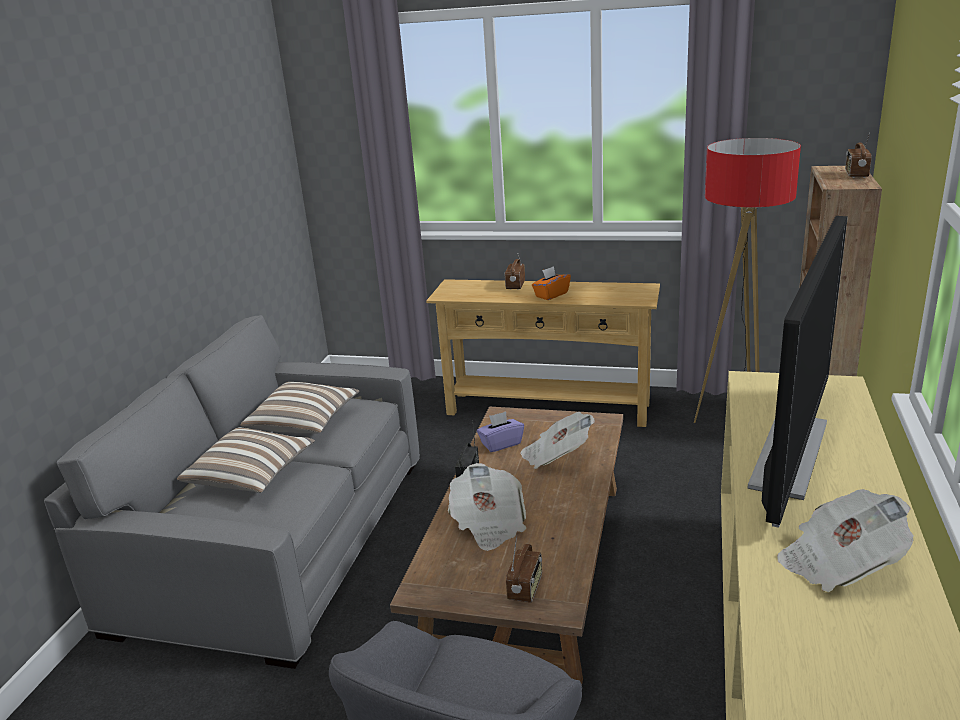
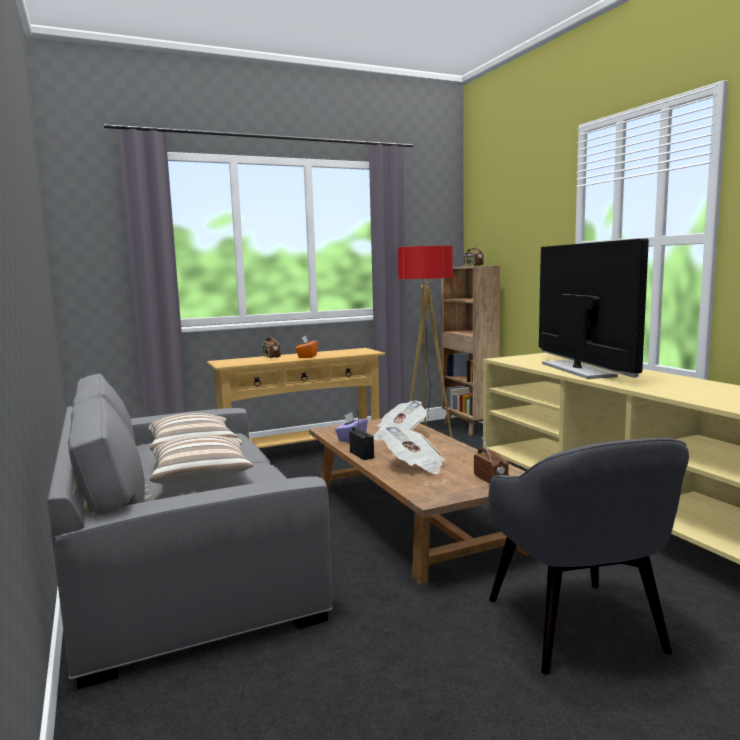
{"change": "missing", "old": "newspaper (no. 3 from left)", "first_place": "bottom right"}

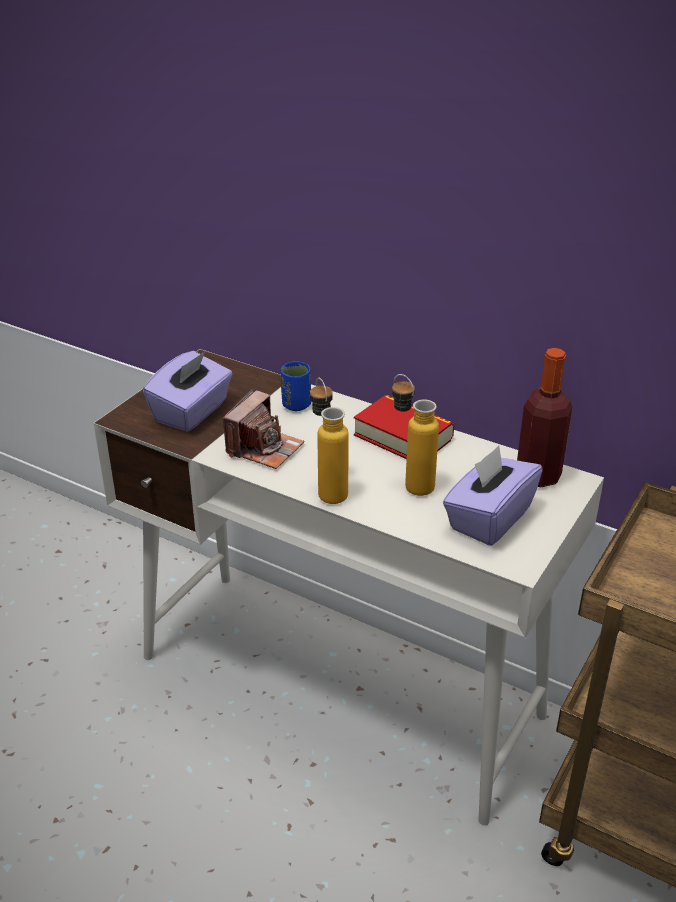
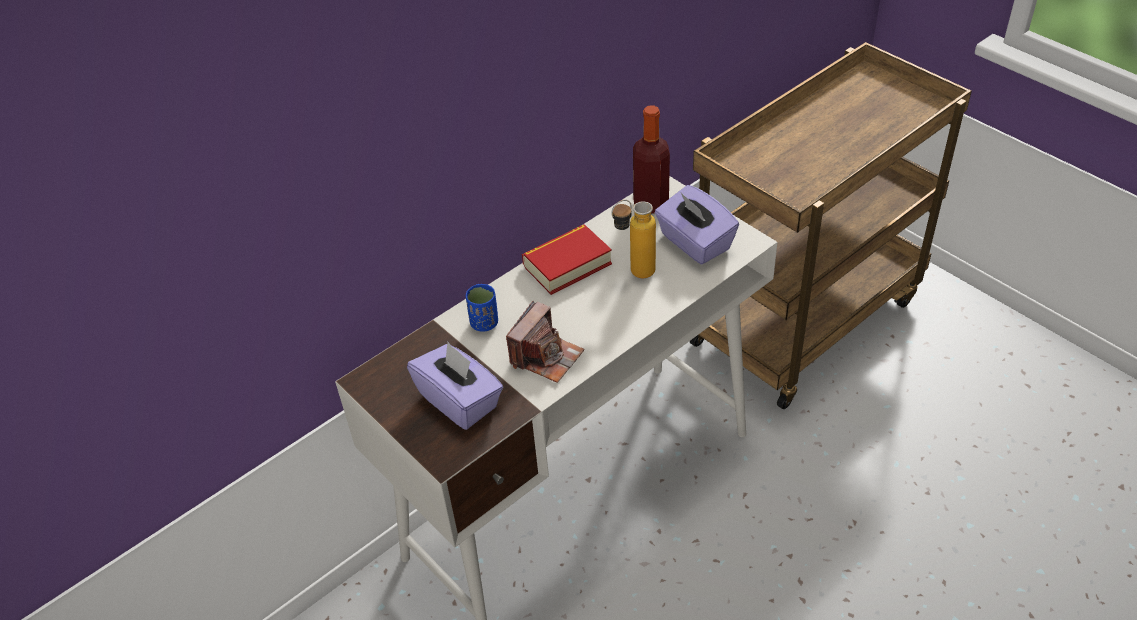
{"change": "missing", "old": "bottle (no. 1 from left)", "first_place": "centre"}
{"change": "spun", "old": "photo camera", "first_place": "centre", "second_place": "centre", "degrees": 75}

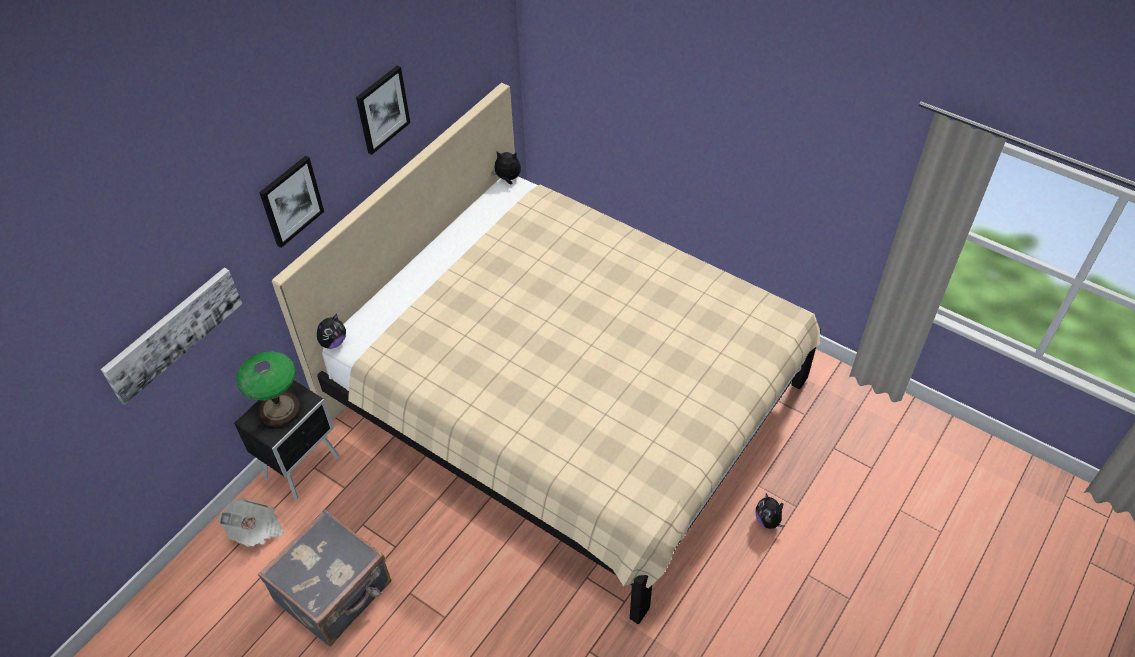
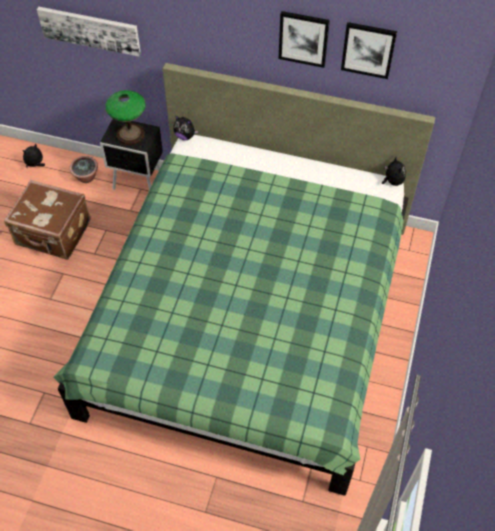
{"change": "relocated", "old": "picture (no. 2 from left in the first image)", "new": "picture (no. 3 from left)", "first_place": "top left", "second_place": "top right"}
{"change": "relocated", "old": "plush toy (no. 3 from left in the first image)", "new": "plush toy (no. 1 from left)", "first_place": "bottom right", "second_place": "top left"}
{"change": "exchanged", "old": "newspaper", "new": "potted plant", "first_place": "bottom left", "second_place": "top left"}
{"change": "colour", "old": "grey suitcase", "new": "brown suitcase", "first_place": "bottom left", "second_place": "middle left"}
{"change": "colour", "old": "beige bed", "new": "green bed", "first_place": "centre", "second_place": "centre"}

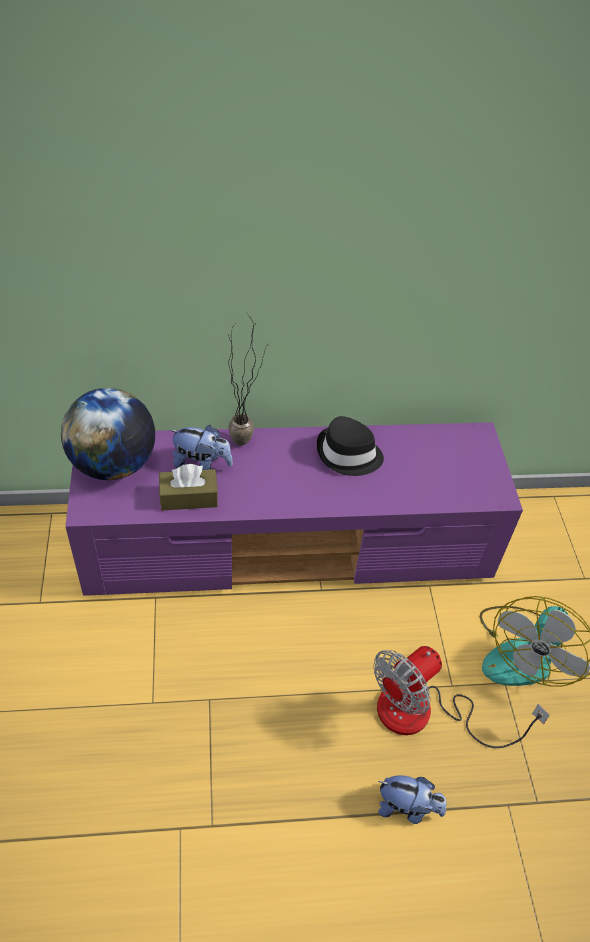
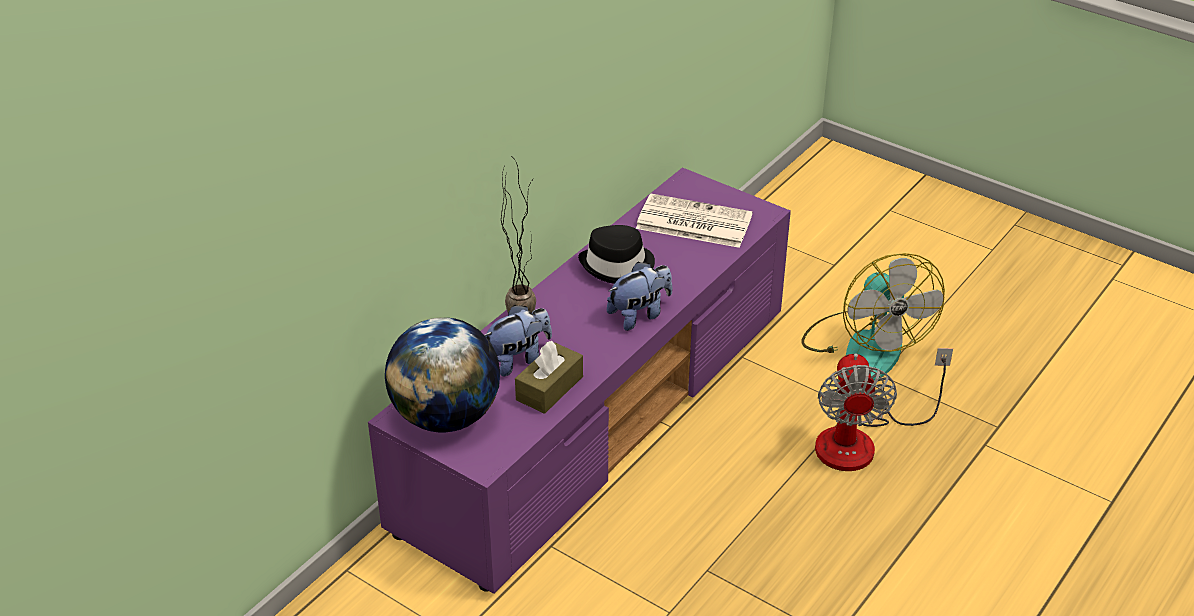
{"change": "appeared", "new": "newspaper", "second_place": "centre"}
{"change": "relocated", "old": "plush toy (no. 2 from left)", "first_place": "bottom right", "second_place": "centre"}

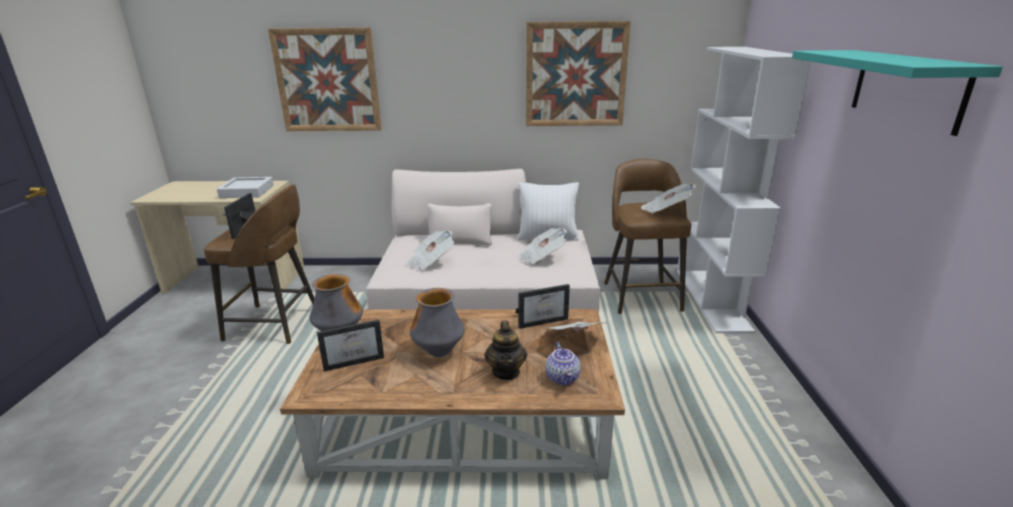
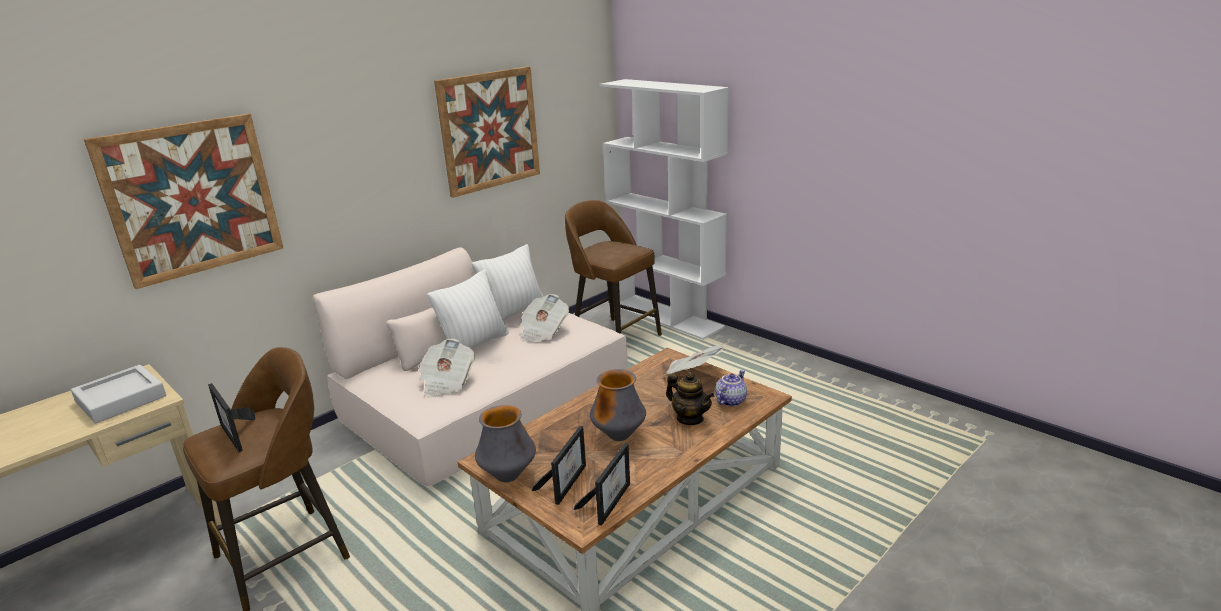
{"change": "missing", "old": "newspaper (no. 4 from left)", "first_place": "centre"}
{"change": "missing", "old": "turquoise shelf", "first_place": "top right"}
{"change": "appeared", "new": "white pillow (no. 1 from left)", "second_place": "centre"}
{"change": "relocated", "old": "picture frame (no. 3 from left)", "first_place": "centre", "second_place": "bottom centre"}
{"change": "spun", "old": "teapot (no. 2 from left)", "first_place": "bottom centre", "second_place": "centre", "degrees": -90}

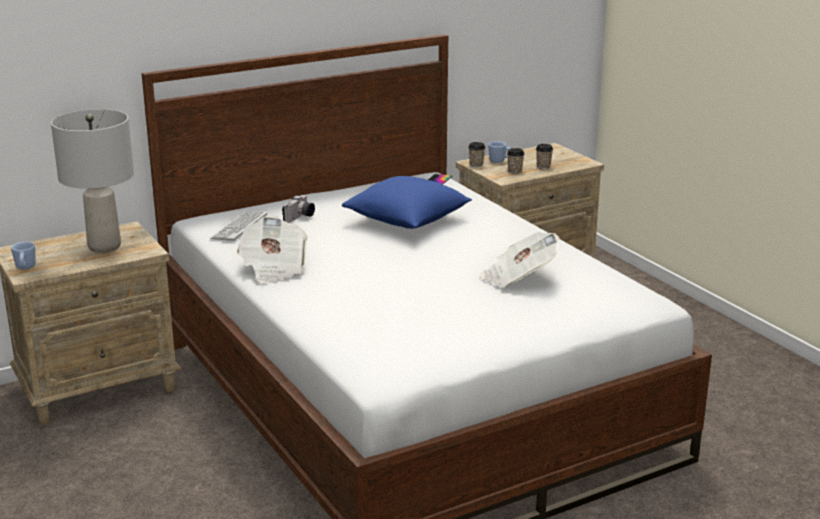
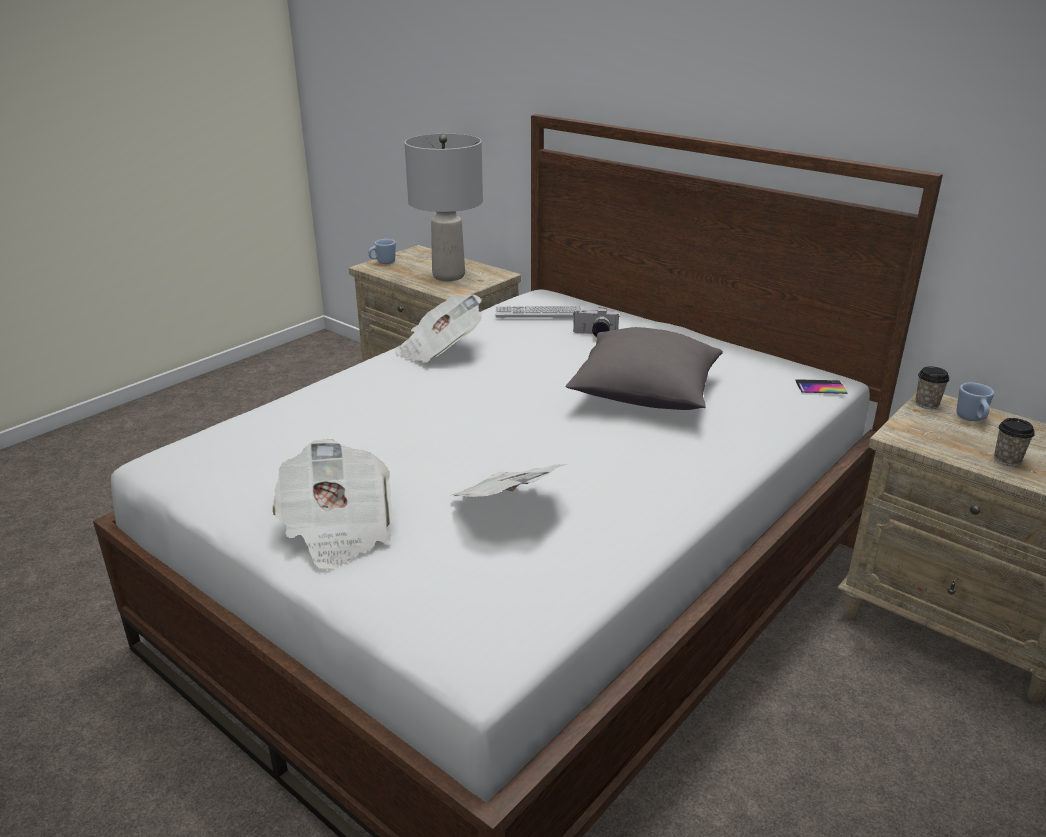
{"change": "missing", "old": "cup (no. 2 from left)", "first_place": "top centre"}
{"change": "appeared", "new": "newspaper (no. 1 from left)", "second_place": "middle left"}
{"change": "colour", "old": "blue pillow", "new": "grey pillow", "first_place": "centre", "second_place": "centre"}

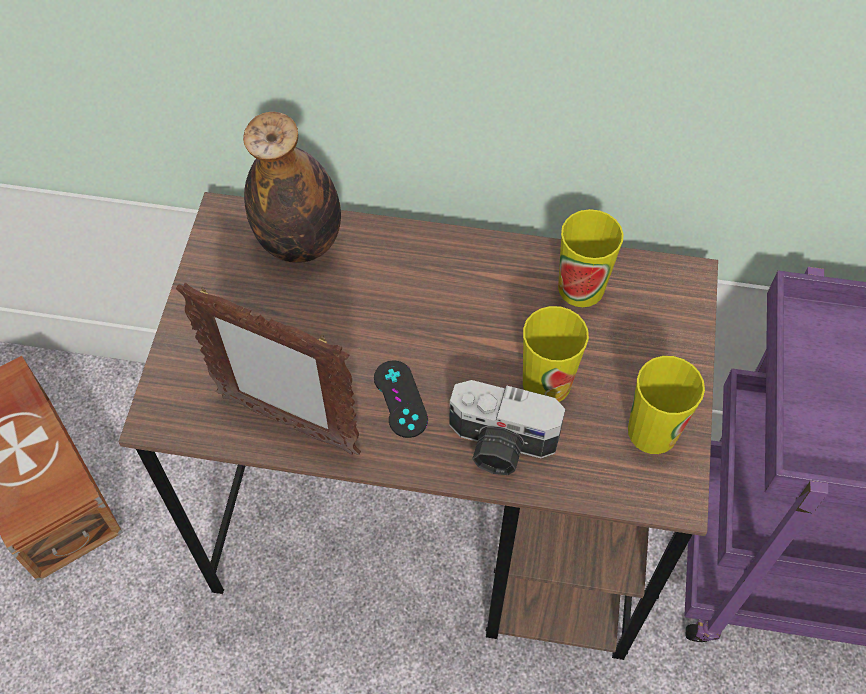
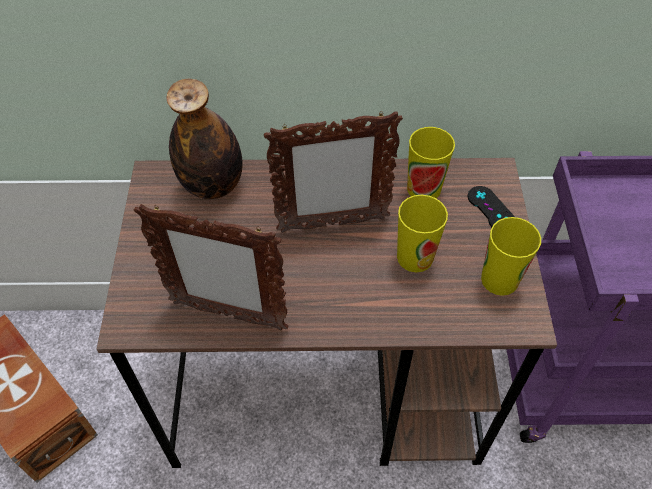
{"change": "missing", "old": "photo camera", "first_place": "centre"}
{"change": "appeared", "new": "picture frame (no. 2 from left)", "second_place": "centre"}
{"change": "relocated", "old": "black game controller", "first_place": "centre", "second_place": "middle right"}

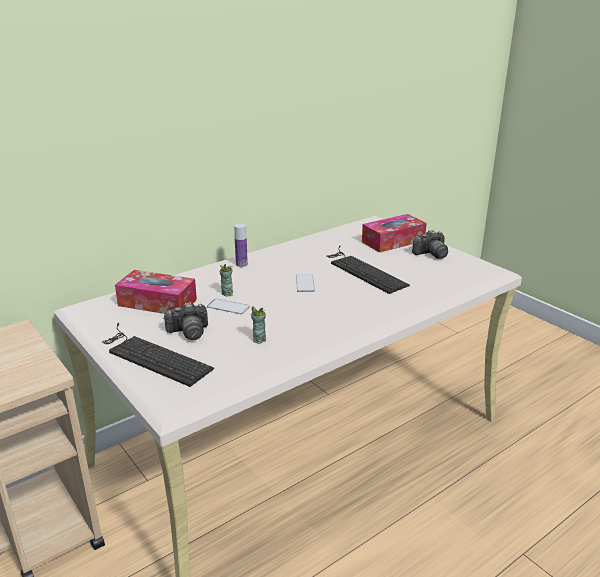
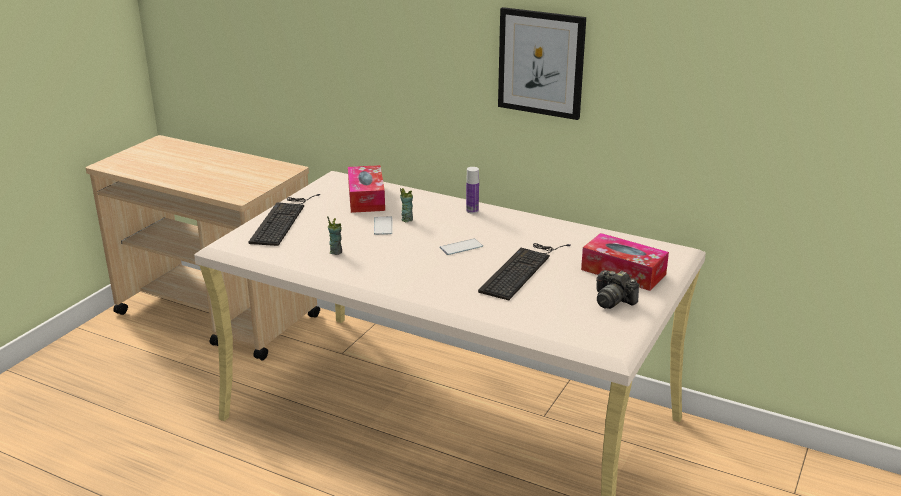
{"change": "missing", "old": "photo camera (no. 1 from left)", "first_place": "middle left"}
{"change": "appeared", "new": "picture", "second_place": "top centre"}

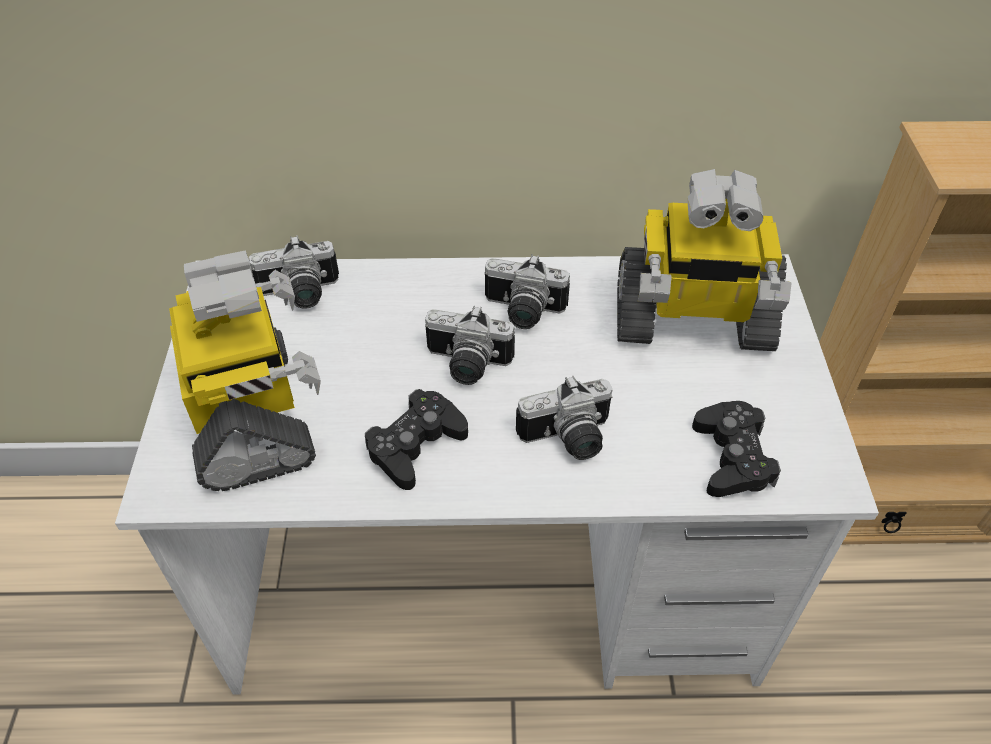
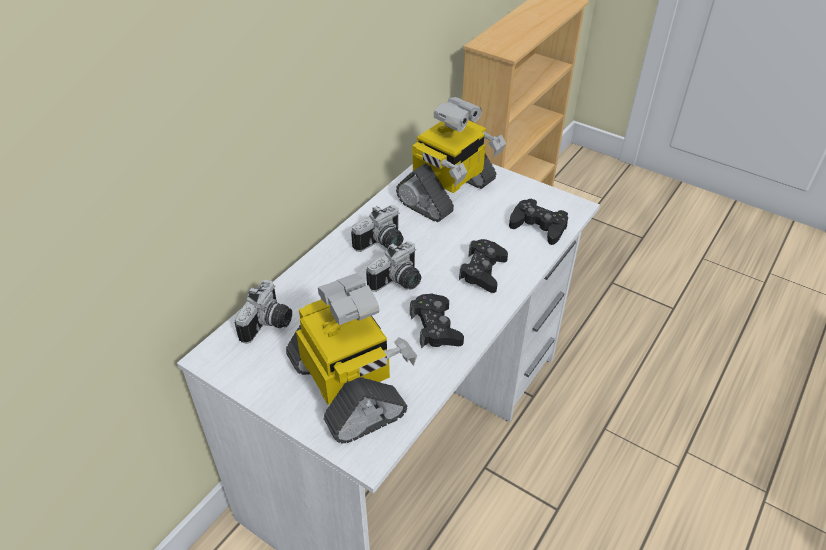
{"change": "exchanged", "old": "photo camera (no. 4 from left)", "new": "black game controller (no. 2 from left)", "first_place": "centre", "second_place": "centre"}
{"change": "spun", "old": "toy robot (no. 1 from left)", "first_place": "middle left", "second_place": "centre", "degrees": 45}

